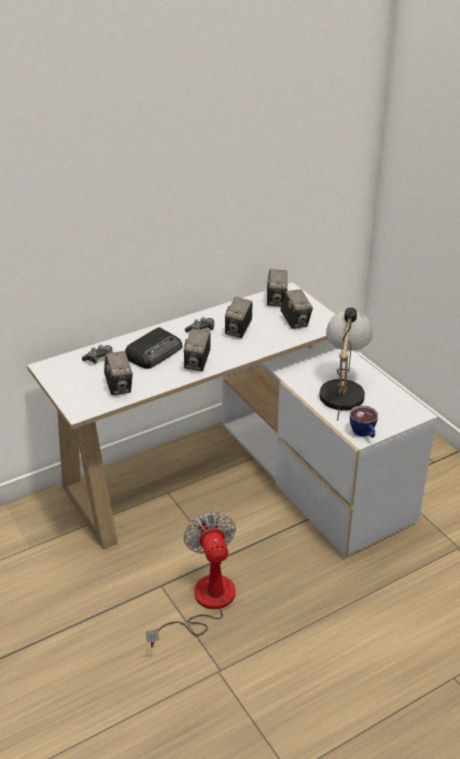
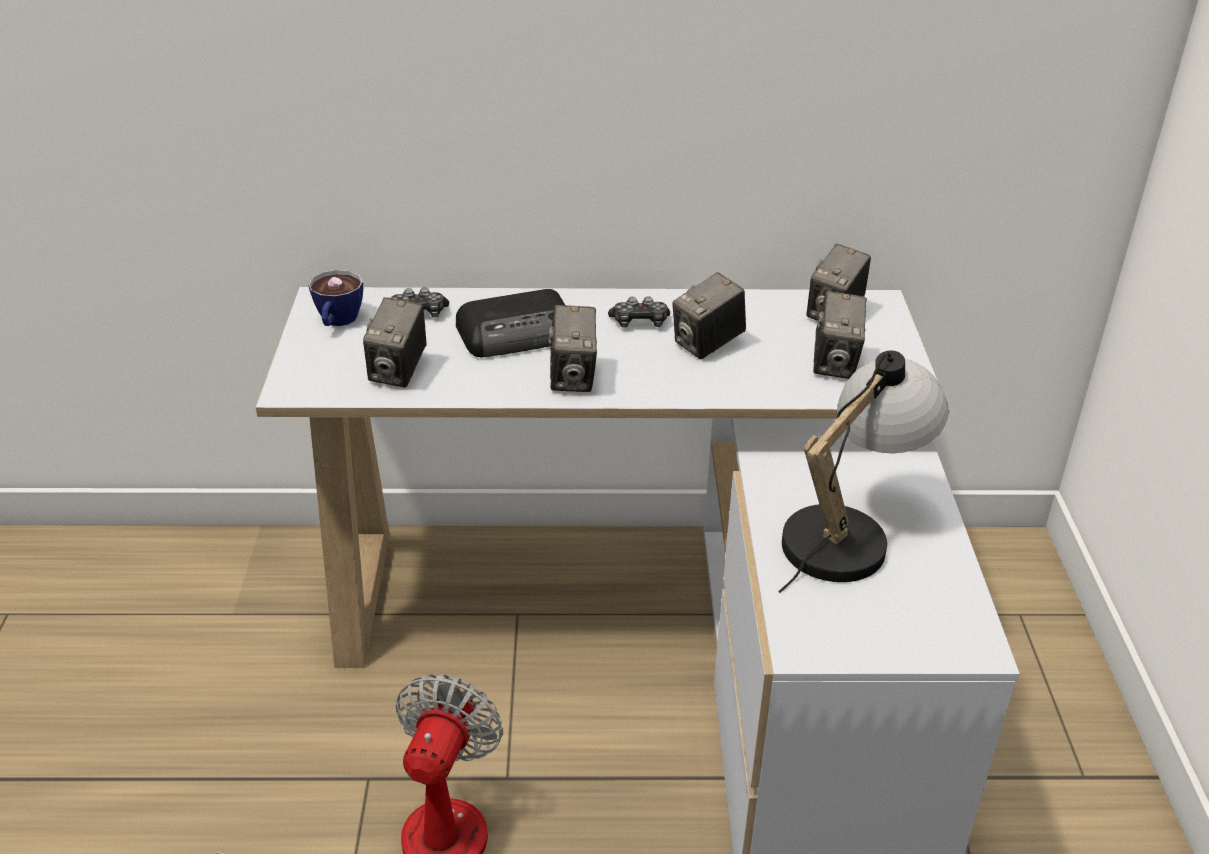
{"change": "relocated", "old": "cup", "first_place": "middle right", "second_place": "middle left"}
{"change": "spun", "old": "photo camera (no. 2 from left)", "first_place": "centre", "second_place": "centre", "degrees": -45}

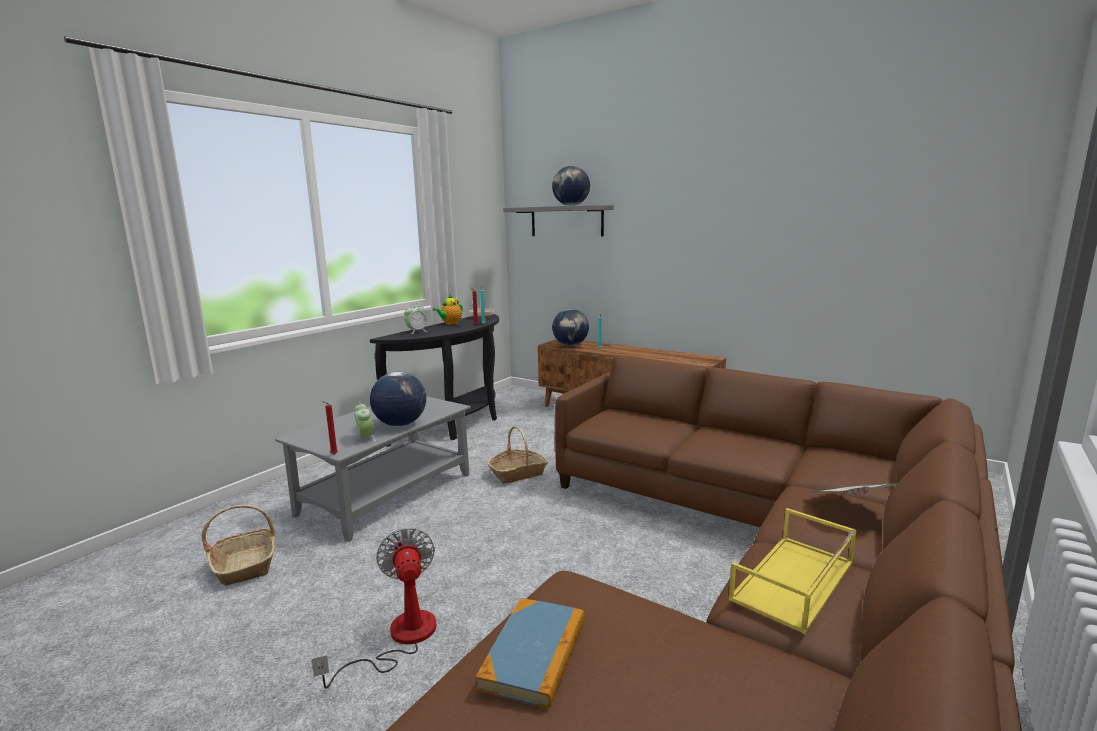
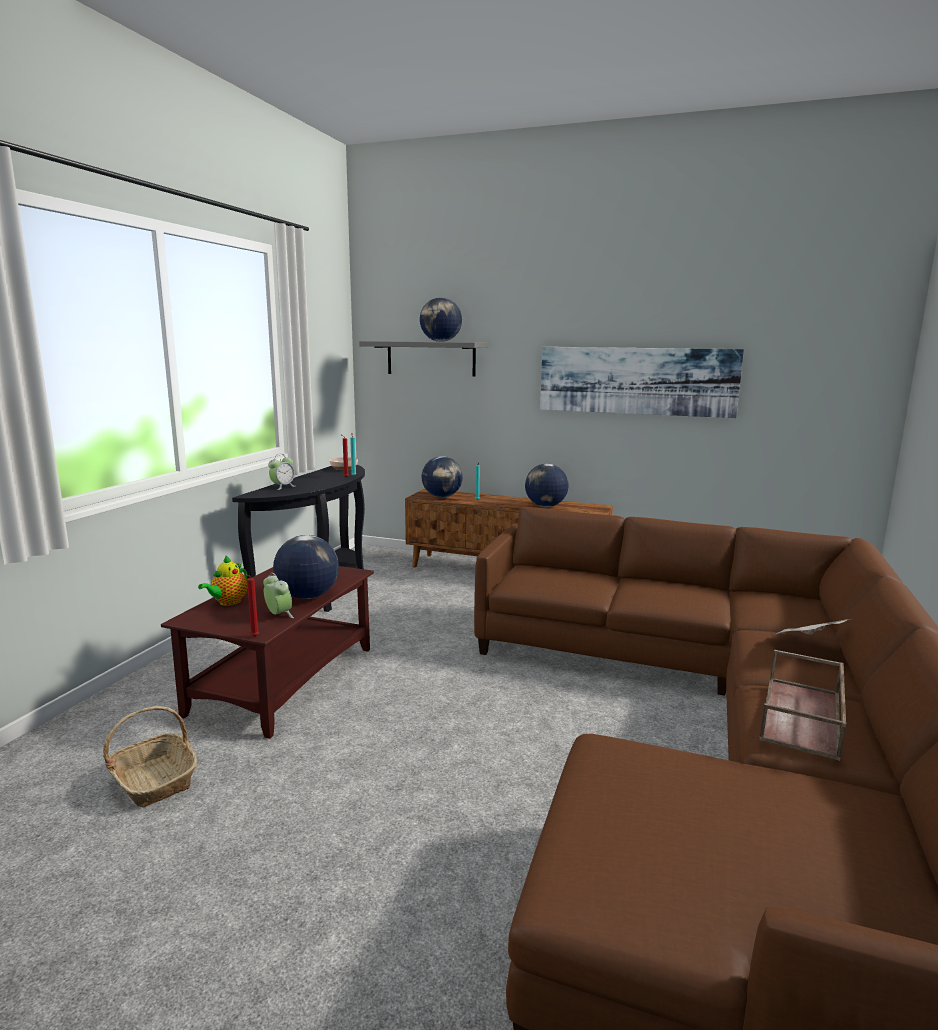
{"change": "missing", "old": "fan", "first_place": "bottom centre"}
{"change": "missing", "old": "book", "first_place": "bottom centre"}
{"change": "missing", "old": "basket (no. 2 from left)", "first_place": "centre"}
{"change": "appeared", "new": "globe (no. 4 from left)", "second_place": "centre"}
{"change": "appeared", "new": "picture", "second_place": "middle right"}
{"change": "relocated", "old": "teapot", "first_place": "centre", "second_place": "middle left"}
{"change": "colour", "old": "grey coffee table", "new": "brown coffee table", "first_place": "centre", "second_place": "middle left"}
{"change": "colour", "old": "yellow tray", "new": "brown tray", "first_place": "bottom right", "second_place": "bottom right"}

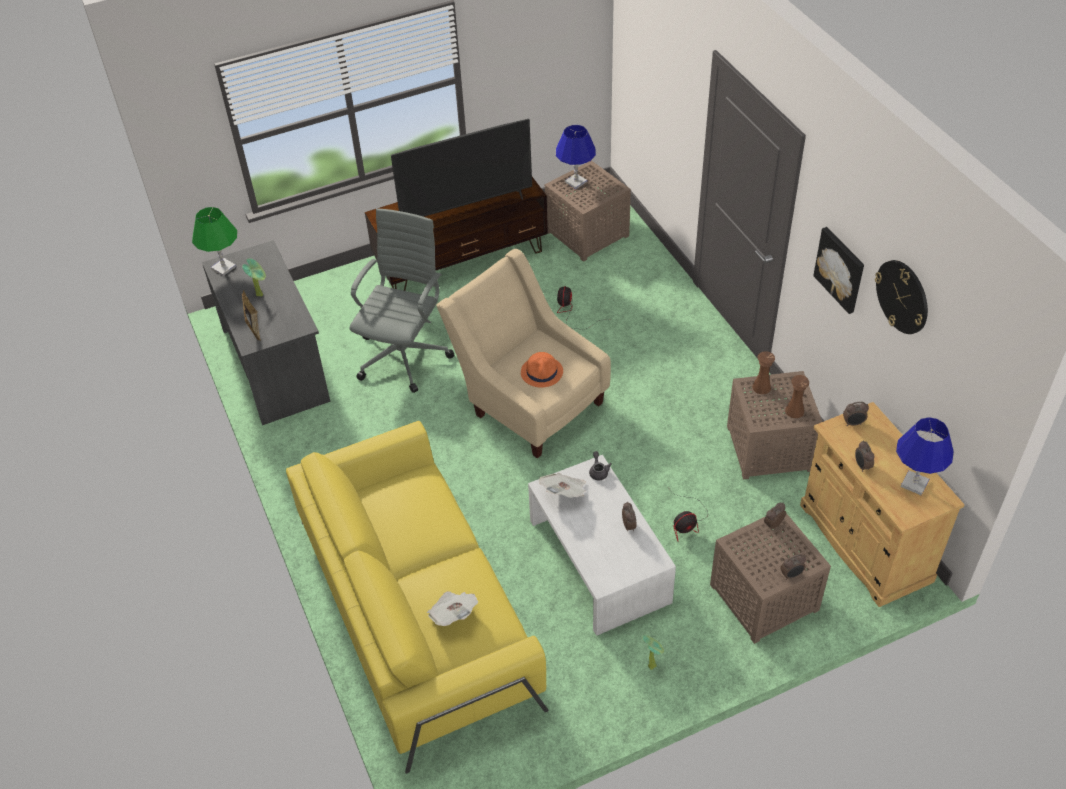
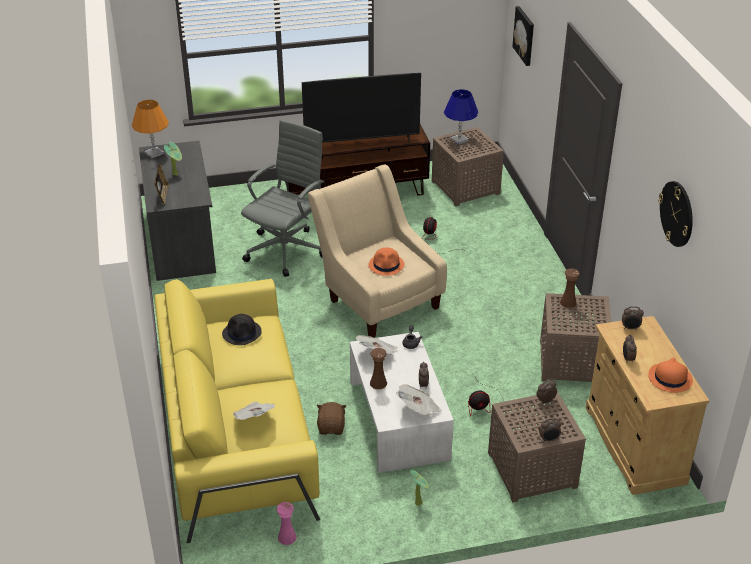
{"change": "appeared", "new": "black hat", "second_place": "middle left"}
{"change": "appeared", "new": "pink vase", "second_place": "bottom centre"}
{"change": "appeared", "new": "brown plush toy", "second_place": "bottom centre"}
{"change": "appeared", "new": "newspaper (no. 3 from left)", "second_place": "bottom centre"}
{"change": "relocated", "old": "brown vase (no. 2 from left in the first image)", "new": "brown vase (no. 1 from left)", "first_place": "middle right", "second_place": "centre"}
{"change": "relocated", "old": "picture", "first_place": "middle right", "second_place": "top right"}
{"change": "exchanged", "old": "blue table lamp (no. 2 from left)", "new": "orange hat (no. 2 from left)", "first_place": "middle right", "second_place": "middle right"}
{"change": "colour", "old": "green table lamp", "new": "orange table lamp", "first_place": "top left", "second_place": "top left"}

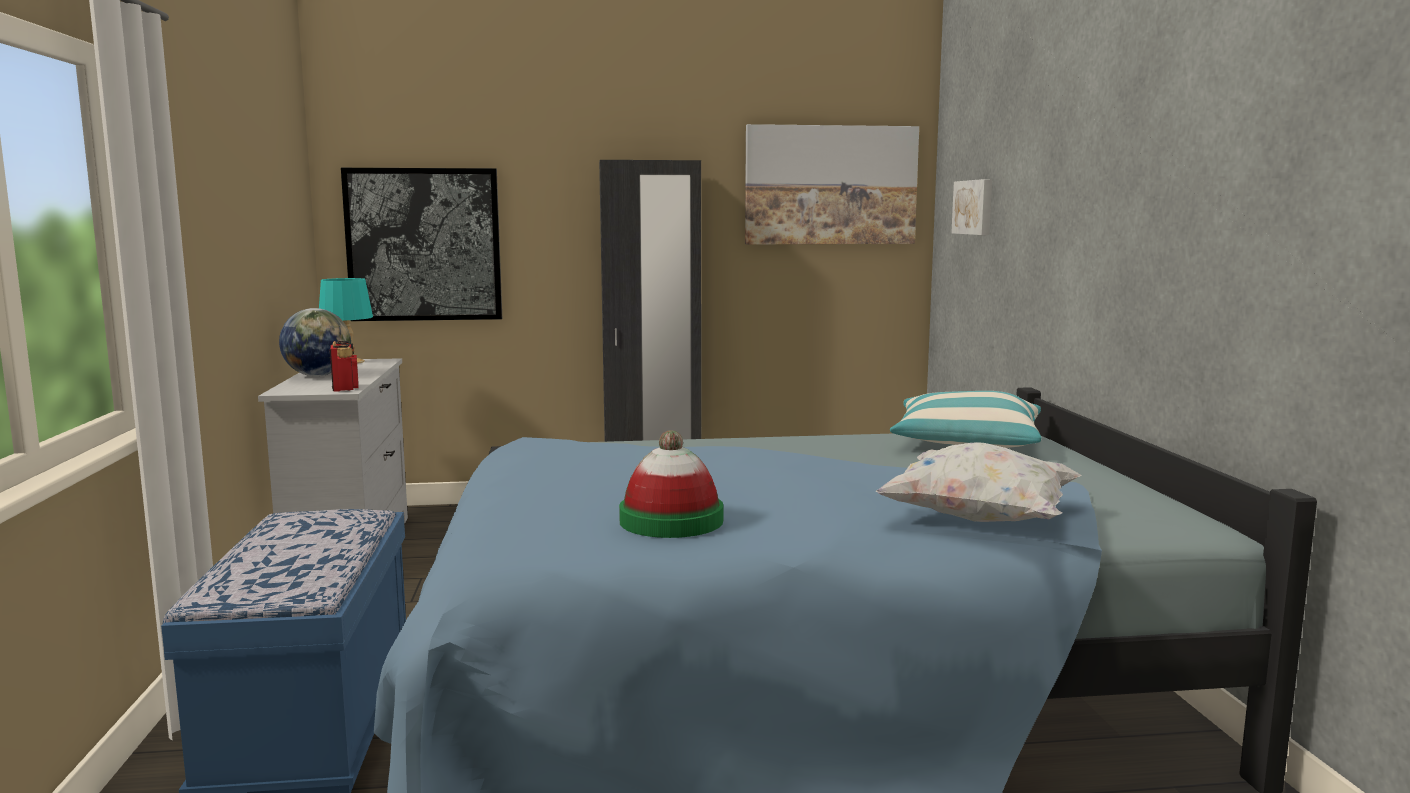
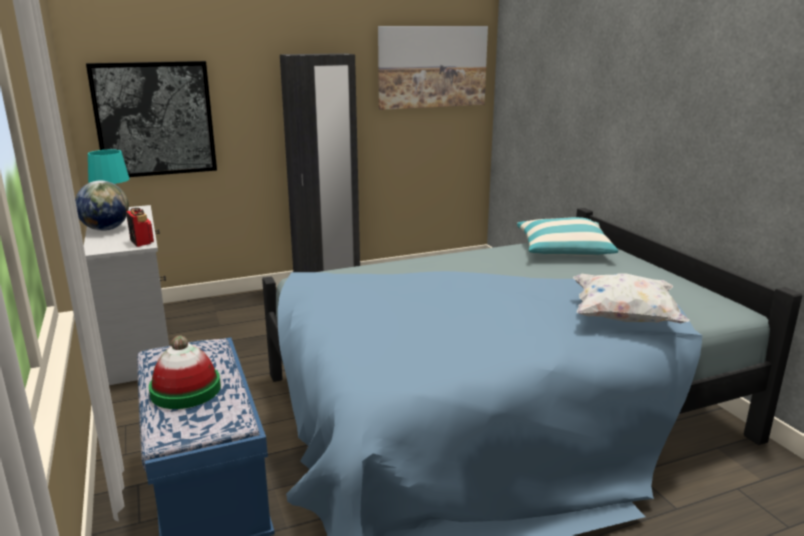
{"change": "missing", "old": "picture (no. 3 from left)", "first_place": "top right"}
{"change": "relocated", "old": "hat", "first_place": "centre", "second_place": "bottom left"}

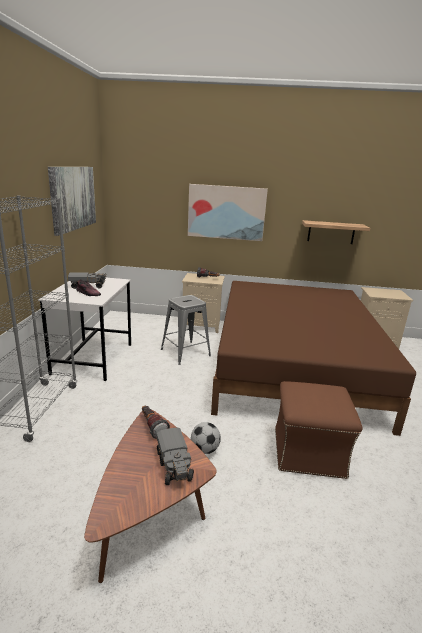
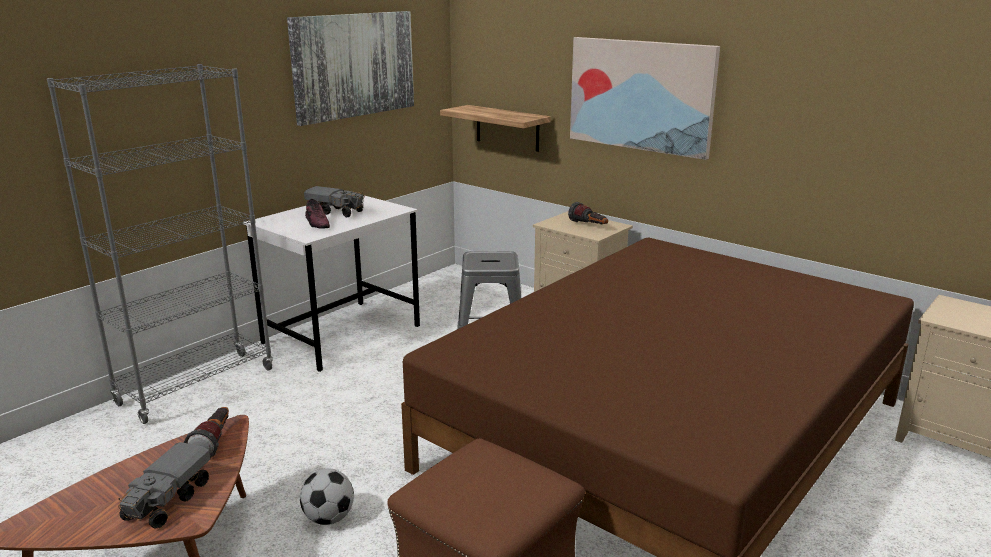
{"change": "relocated", "old": "shelf", "first_place": "middle right", "second_place": "top centre"}

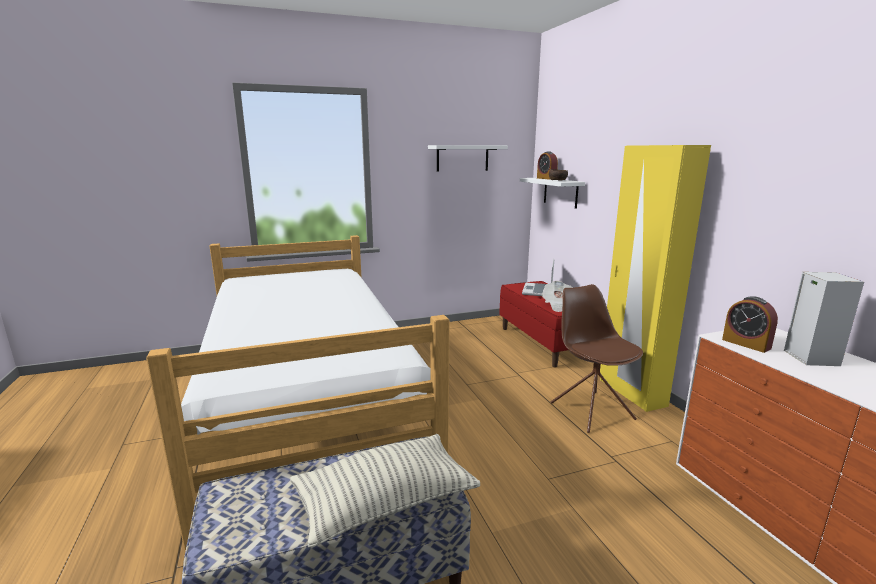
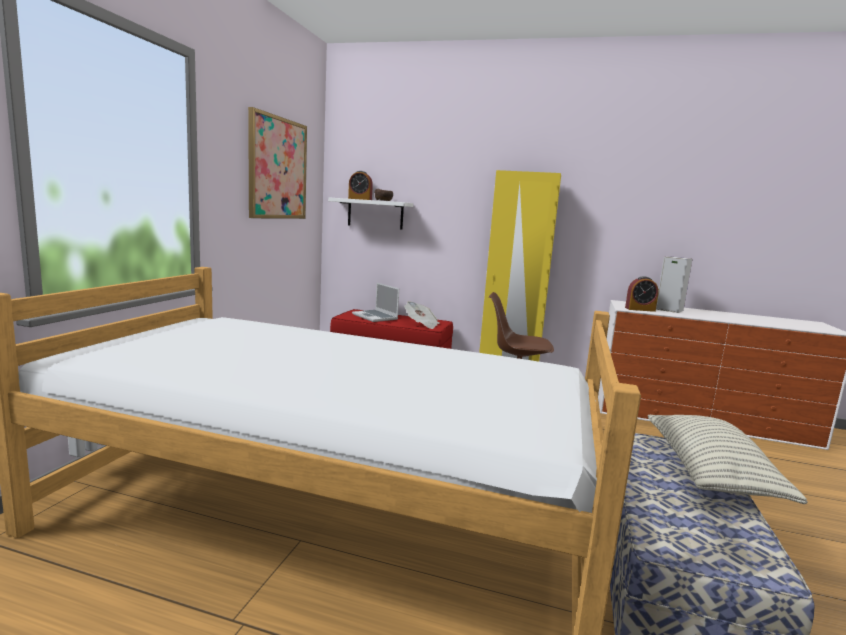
{"change": "exchanged", "old": "white shelf (no. 1 from left)", "new": "picture", "first_place": "top centre", "second_place": "top left"}

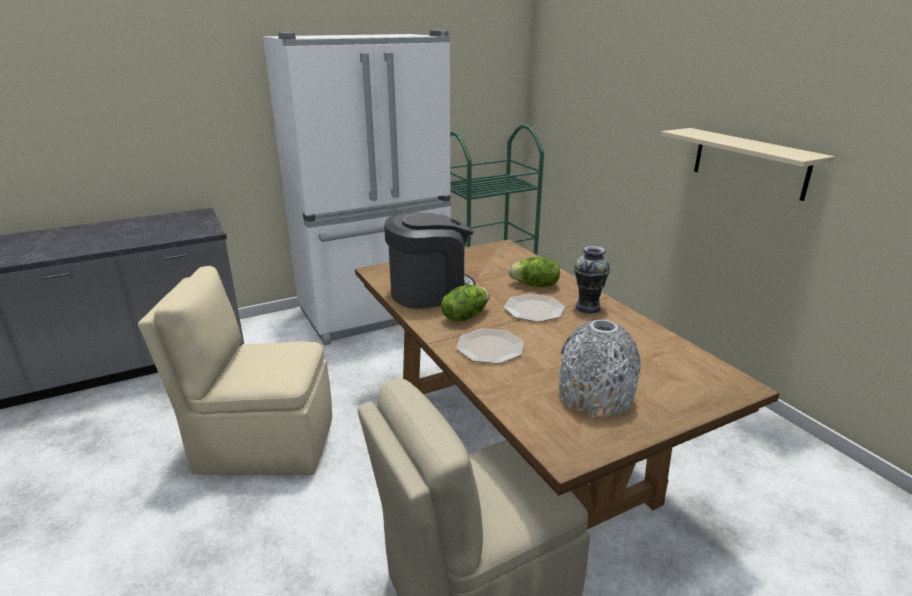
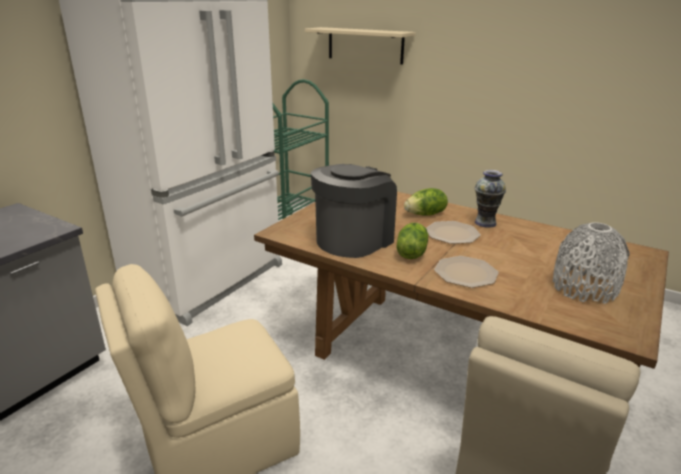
{"change": "relocated", "old": "beige shelf", "first_place": "top right", "second_place": "top centre"}

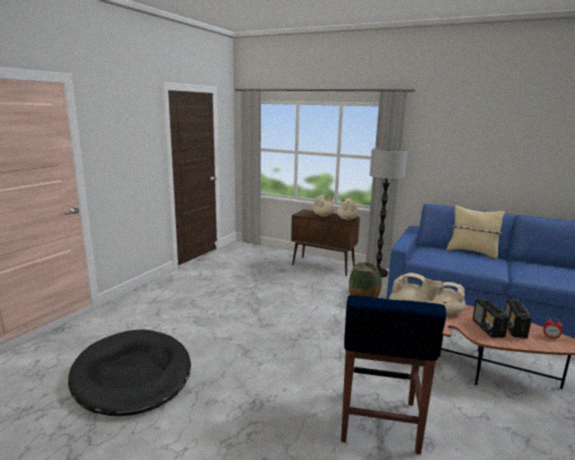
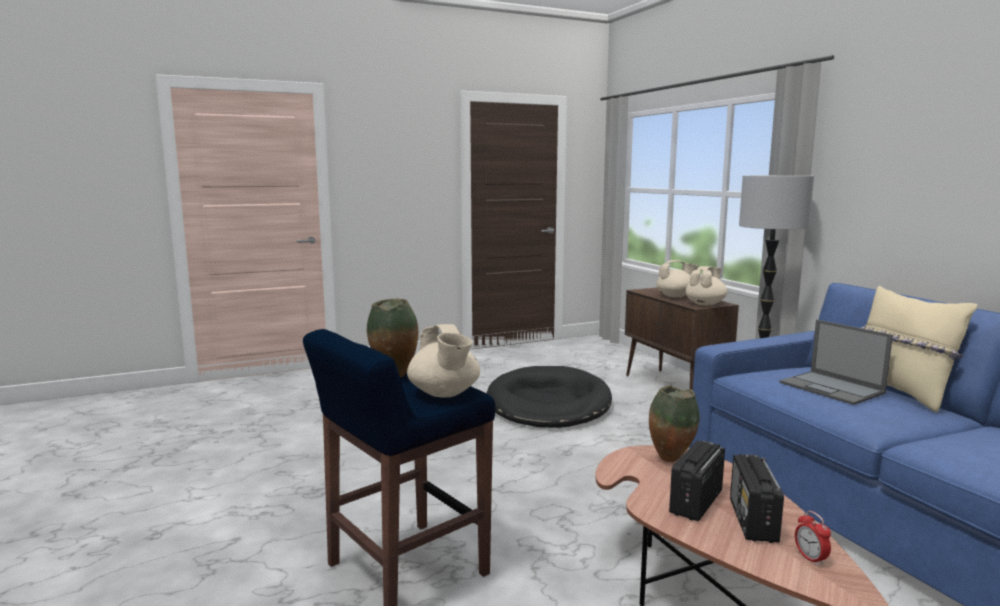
{"change": "appeared", "new": "laptop", "second_place": "middle right"}
{"change": "relocated", "old": "black dog bed", "first_place": "bottom left", "second_place": "centre"}
{"change": "exchanged", "old": "beige teapot (no. 4 from left)", "new": "vase (no. 2 from left)", "first_place": "middle right", "second_place": "bottom right"}
{"change": "spun", "old": "radio (no. 2 from left)", "first_place": "bottom right", "second_place": "bottom right", "degrees": -45}

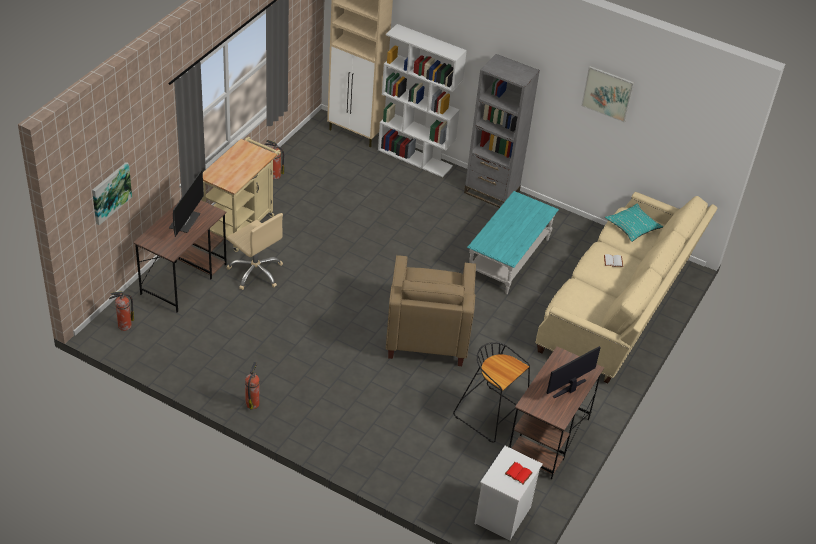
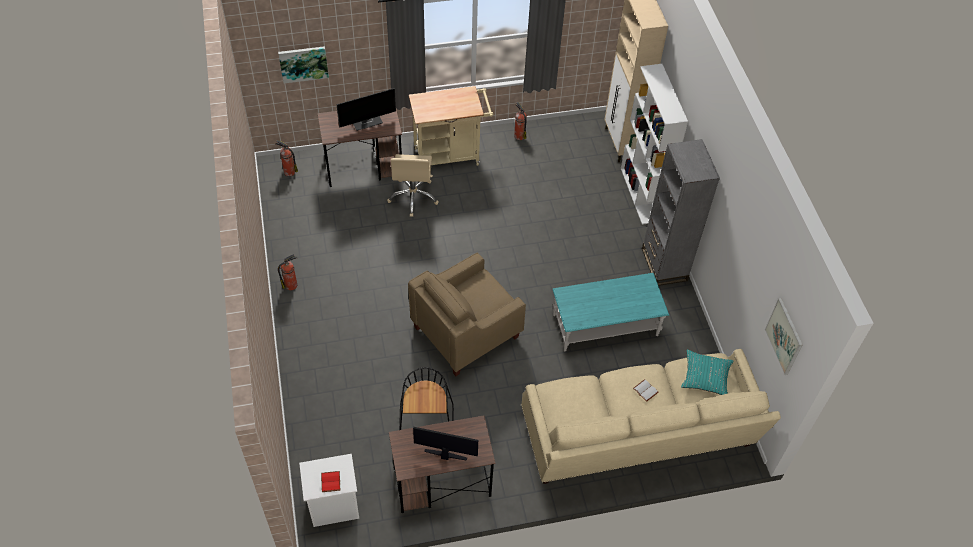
{"change": "relocated", "old": "picture (no. 2 from left)", "first_place": "top right", "second_place": "middle right"}

